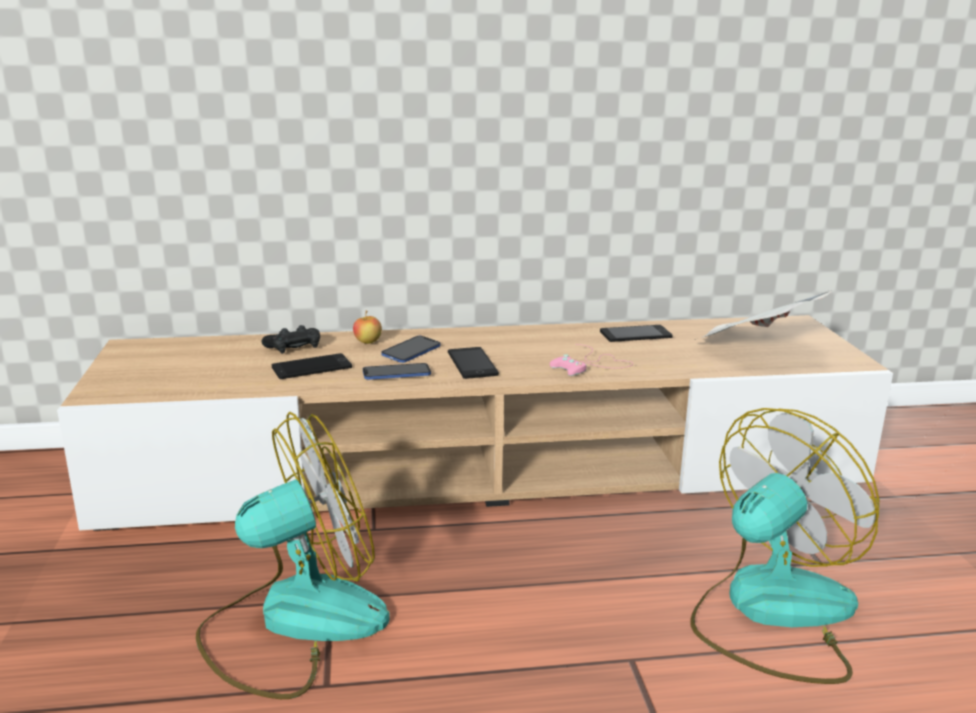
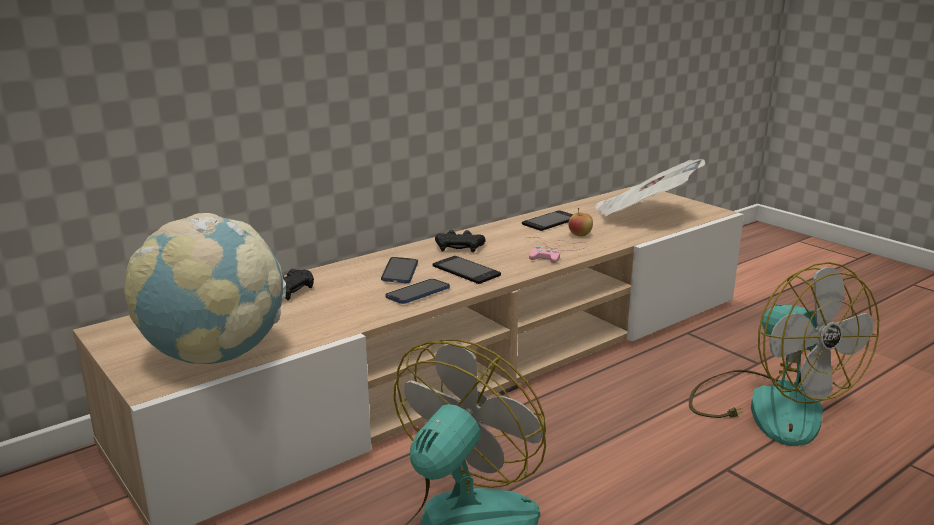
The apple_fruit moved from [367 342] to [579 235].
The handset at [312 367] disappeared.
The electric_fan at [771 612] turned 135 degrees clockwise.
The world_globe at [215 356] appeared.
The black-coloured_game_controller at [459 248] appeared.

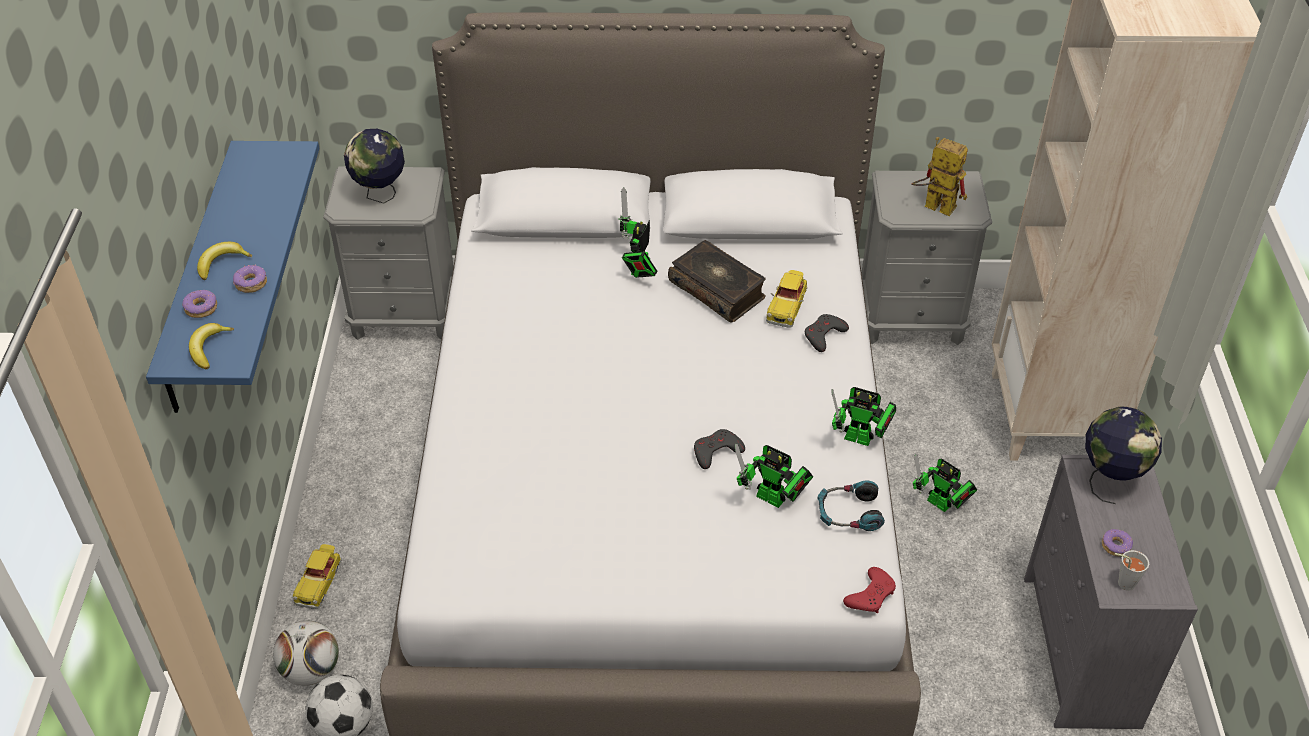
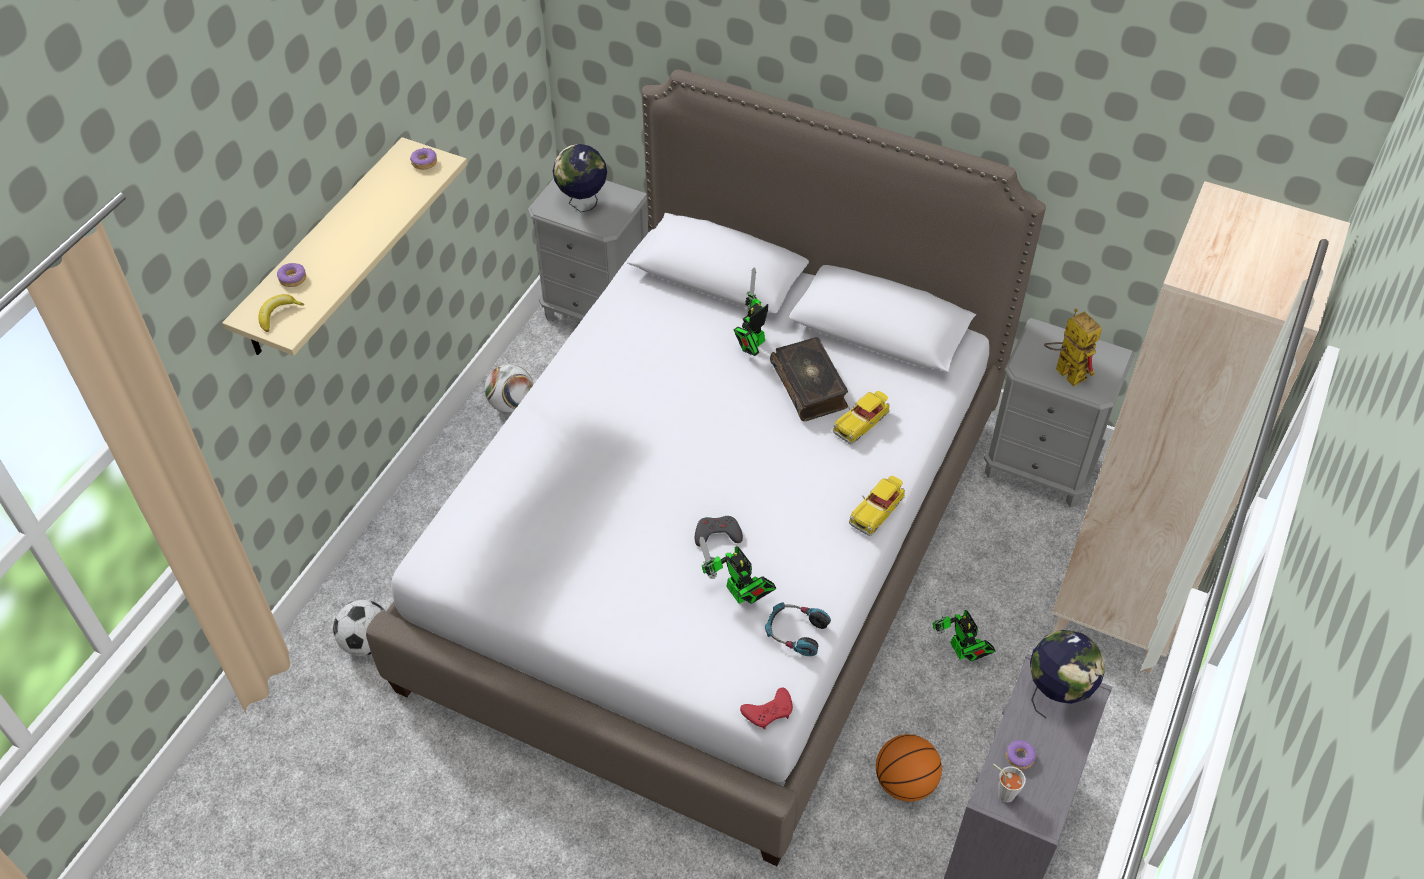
The blue-coloured_bracket_shelf at [200 278] became the beige-coloured_bracket_shelf at [324 249].
The banana at [221 263] disappeared.
The donut moved from [251 283] to [424 162].
The grey_game_controller at [824 335] disappeared.
The model_robot at [862 439] disappeared.
The model_car moved from [319 582] to [877 510].
The ball_for_football moved from [311 670] to [511 404].
The basketball_ball at [905 782] appeared.

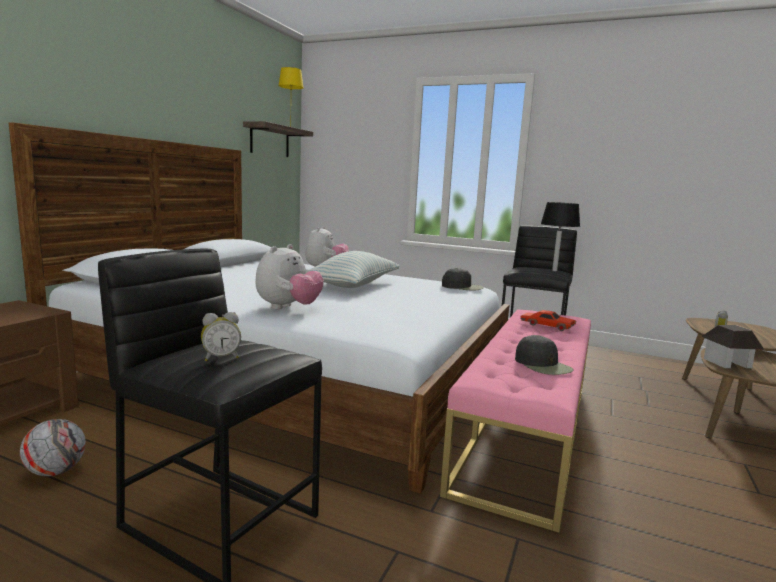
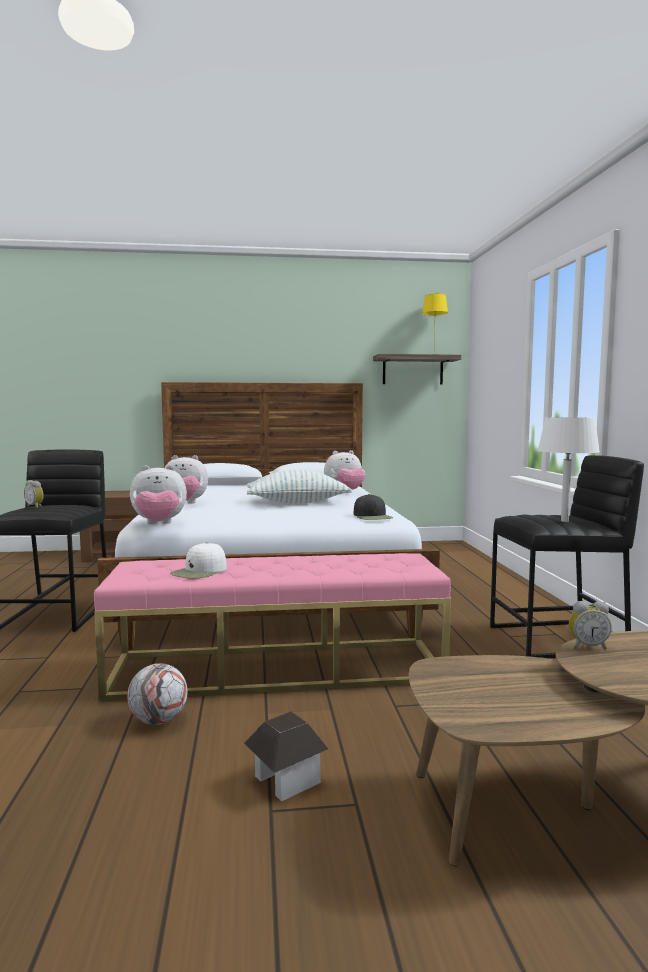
The black-coloured_table_lamp at [554 271] became the white-coloured_table_lamp at [564 521].
The red_model_car at [547 326] disappeared.
The model_house moved from [727 363] to [286 780].
The black-coloured_cap at [543 365] became the white-coloured_cap at [200 571].
The ball_for_football moved from [56 471] to [158 721].
The soft_toy at [159 524] appeared.

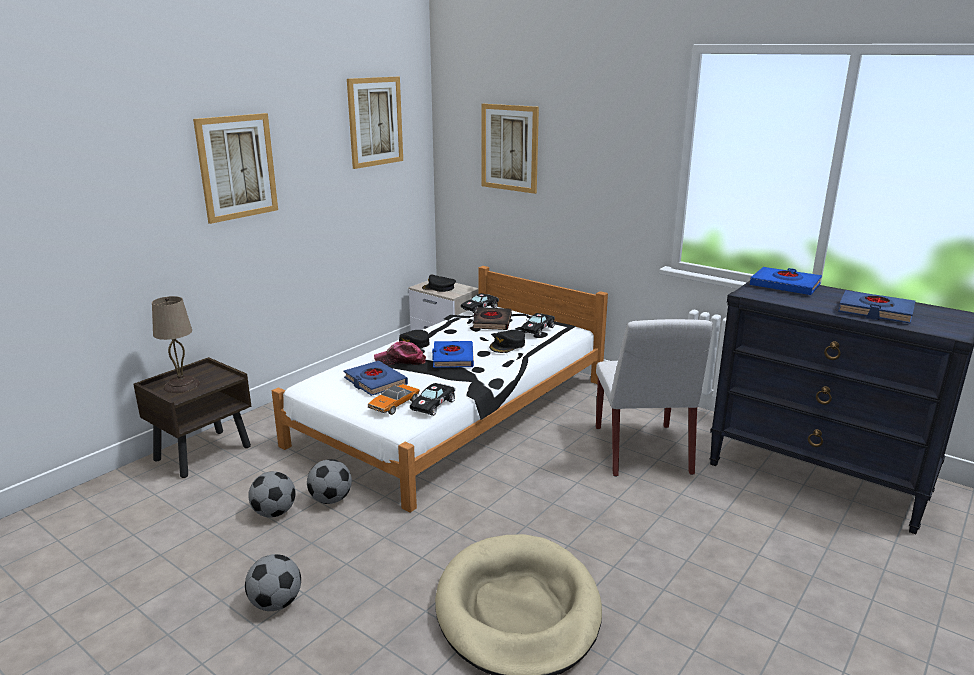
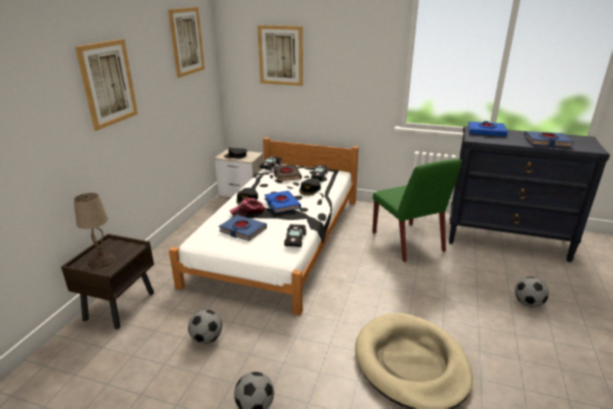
The white-coloured_chair at [642 451] became the green_chair at [408 242].
The model_car at [394 405] disappeared.
The ball_for_football moved from [331 500] to [528 303].

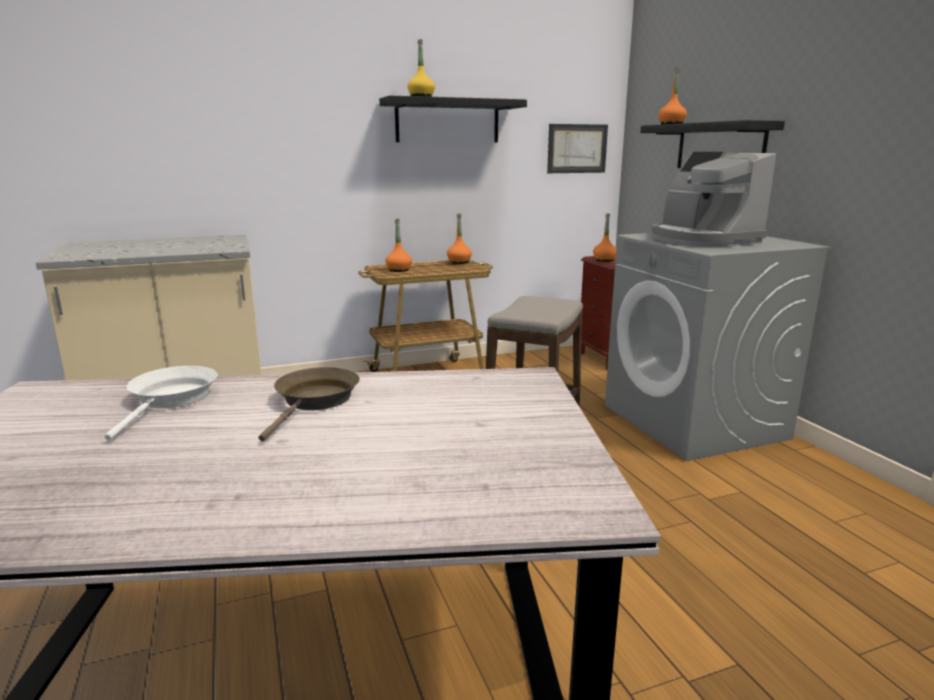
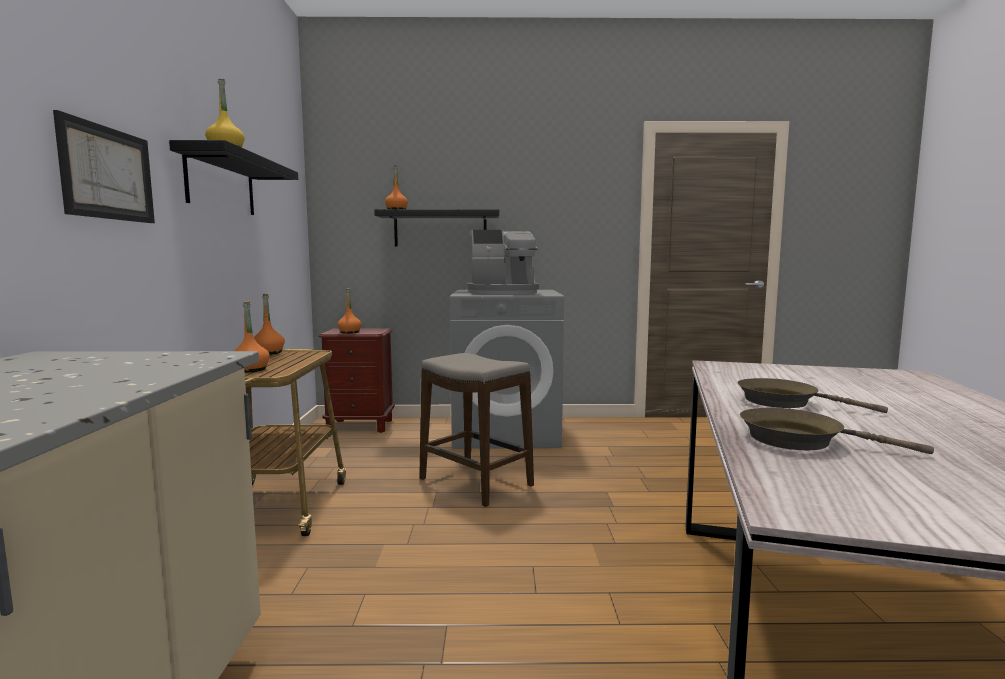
The wall_art moved from [577 148] to [107 173].
The white-coloured_pan at [171 399] became the brownish_pan at [799 440].

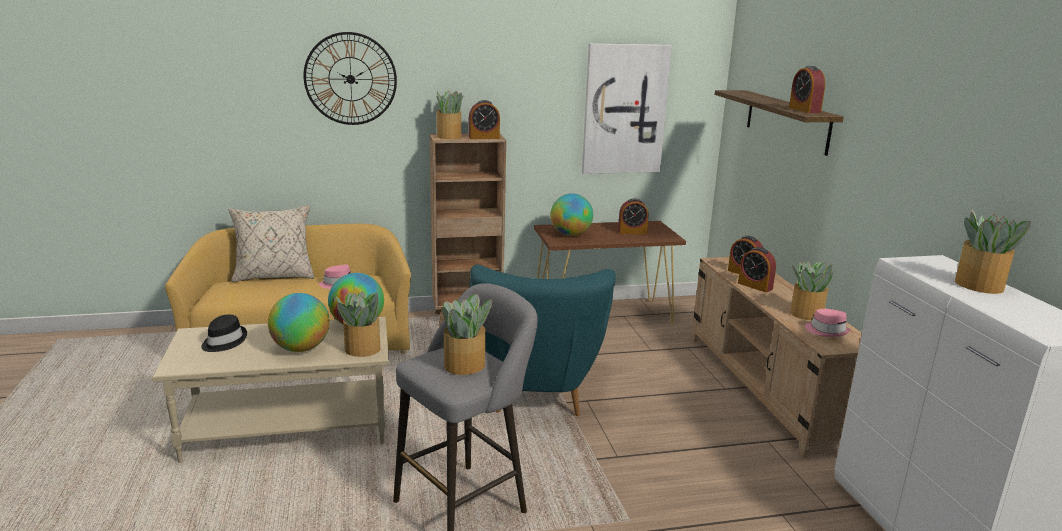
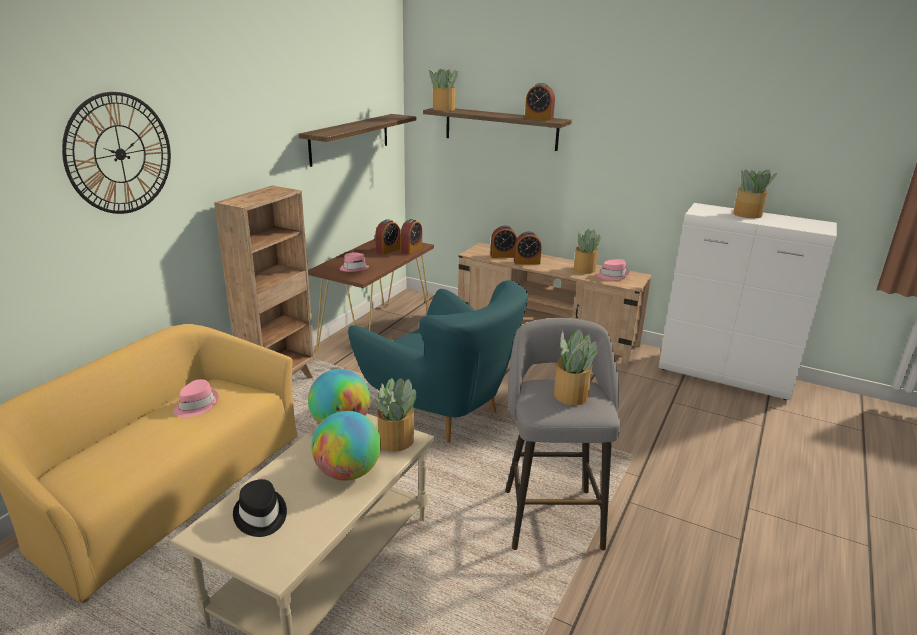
The wall_art at [624 109] was replaced by the bracket_shelf at [350 139].
The potted_plant moved from [449 136] to [443 109].
The table_clock moved from [484 137] to [411 250].
The world_globe at [570 235] was replaced by the pink-coloured_clothing_hat at [354 268].
The beige-coloured_throw_pillow at [274 276] disappeared.

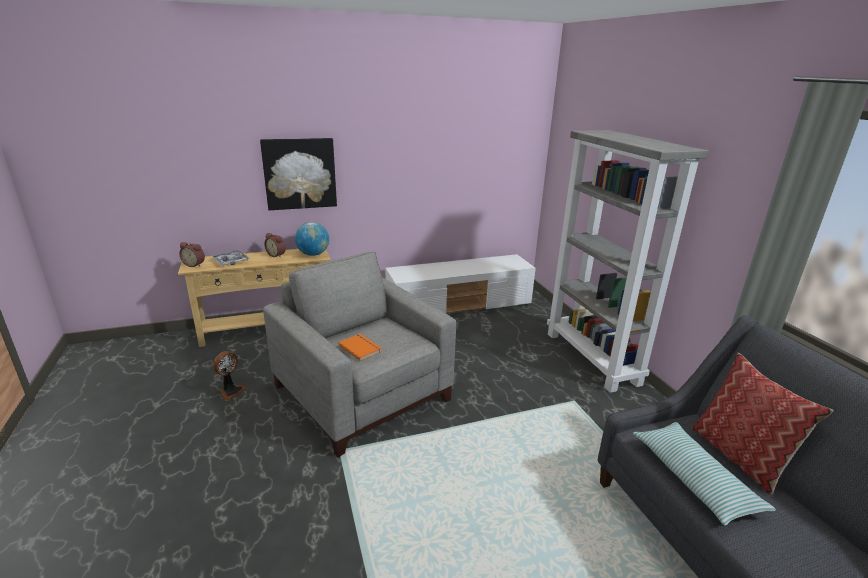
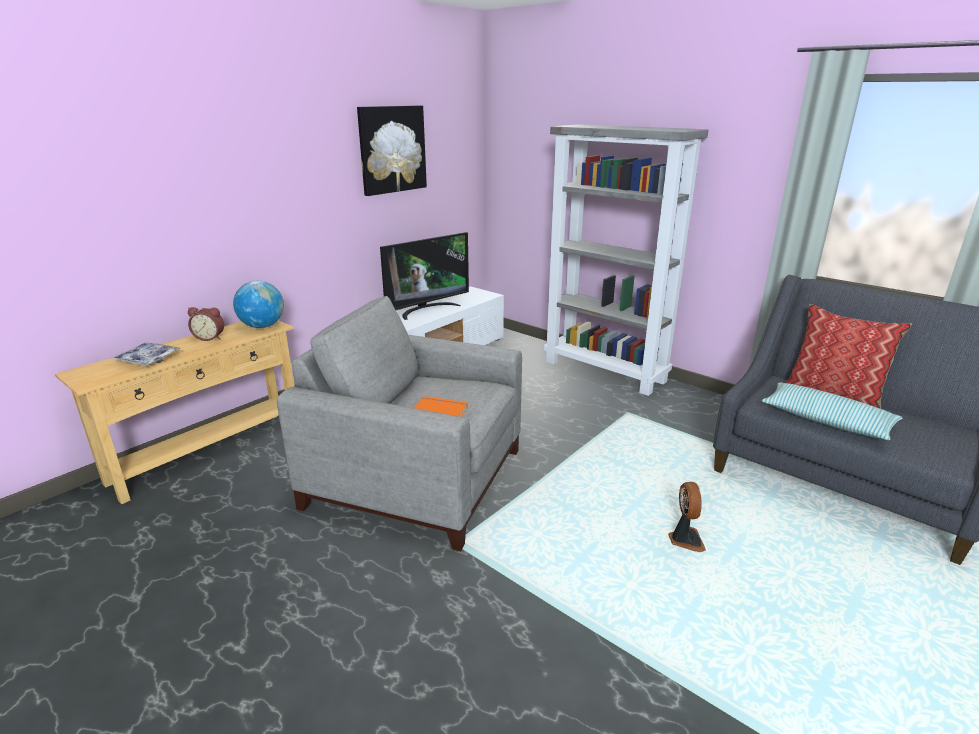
The wall_art moved from [300 173] to [392 149].
The table_clock at [195 264] disappeared.
The electric_fan moved from [231 391] to [685 540].
The television at [426 309] appeared.

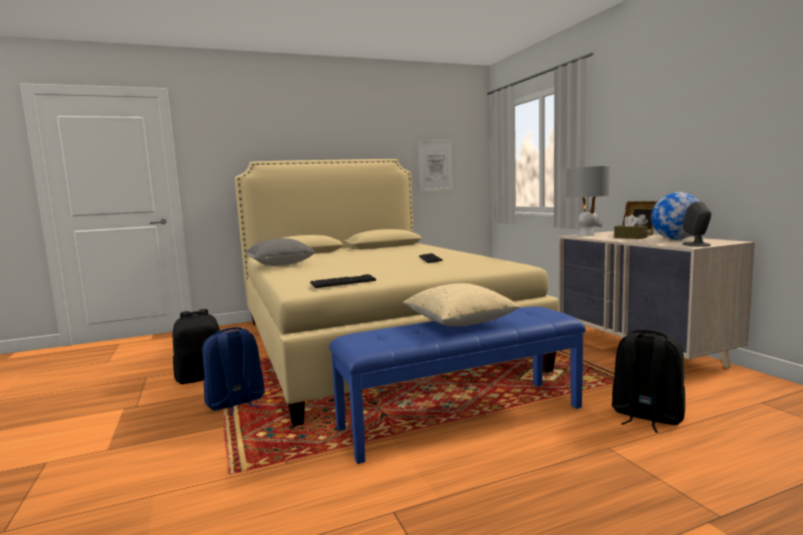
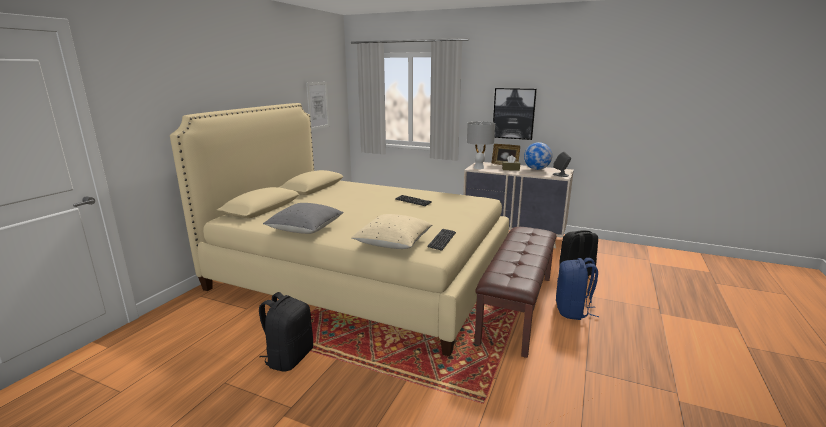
The beige-coloured_throw_pillow moved from [459 322] to [393 243].
The blue-coloured_indoor_bench at [461 417] became the brownish_indoor_bench at [516 307].
The blue-coloured_knapsack moved from [235 403] to [572 311].
The wall_art at [514 113] appeared.

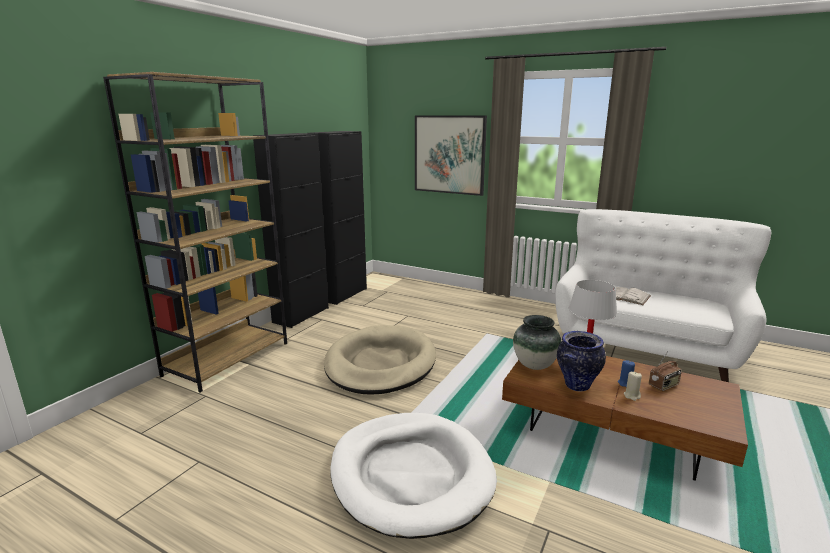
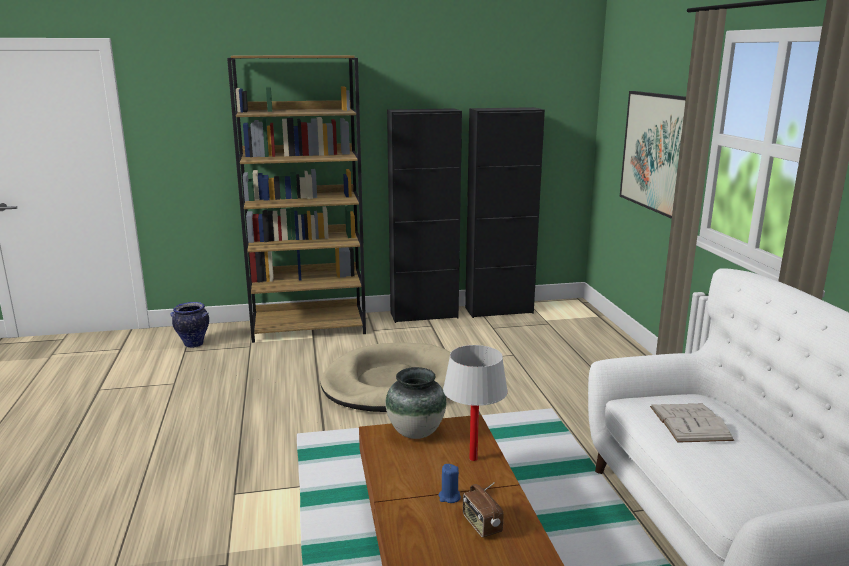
The flower_vase moved from [577 386] to [193 344].
The radio_set at [664 385] turned 45 degrees clockwise.
The beige-coloured_wax_light at [632 396] disappeared.
The white-coloured_pet_bed at [411 475] disappeared.

